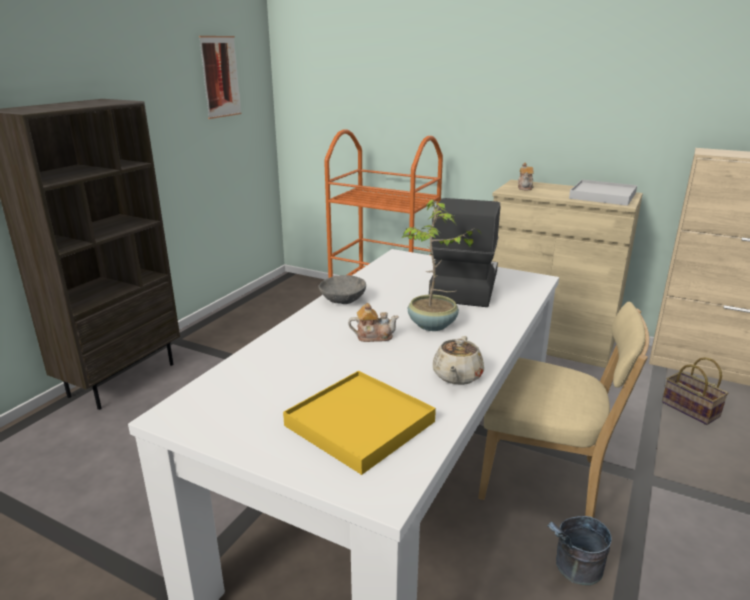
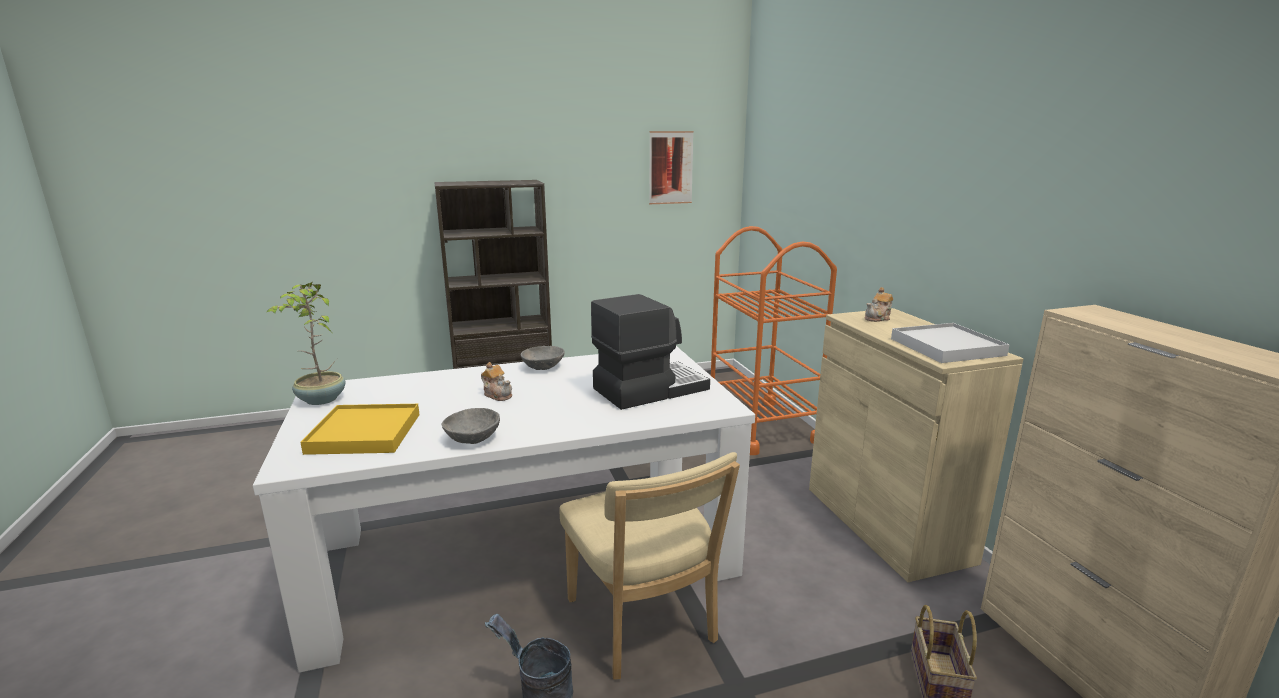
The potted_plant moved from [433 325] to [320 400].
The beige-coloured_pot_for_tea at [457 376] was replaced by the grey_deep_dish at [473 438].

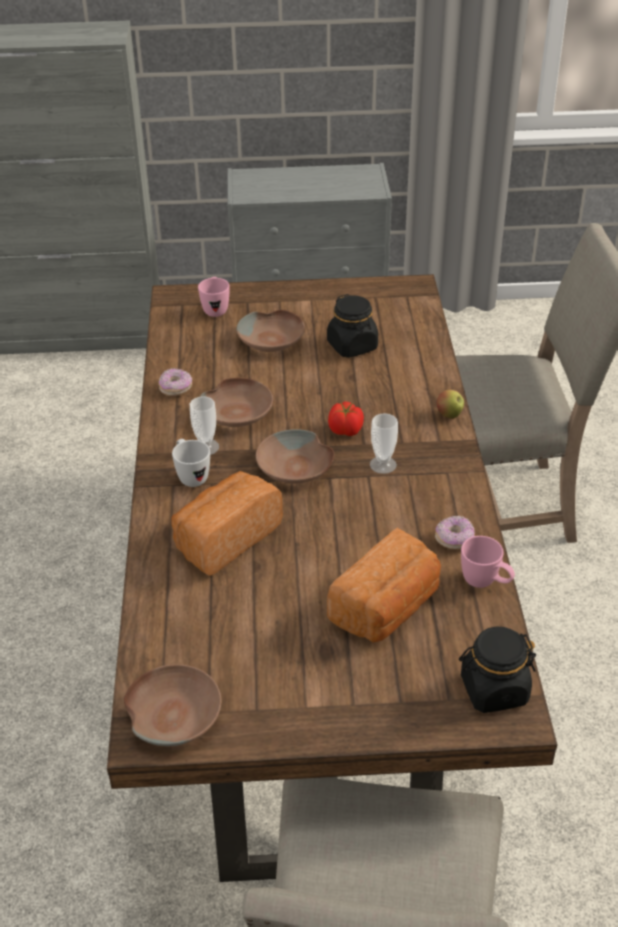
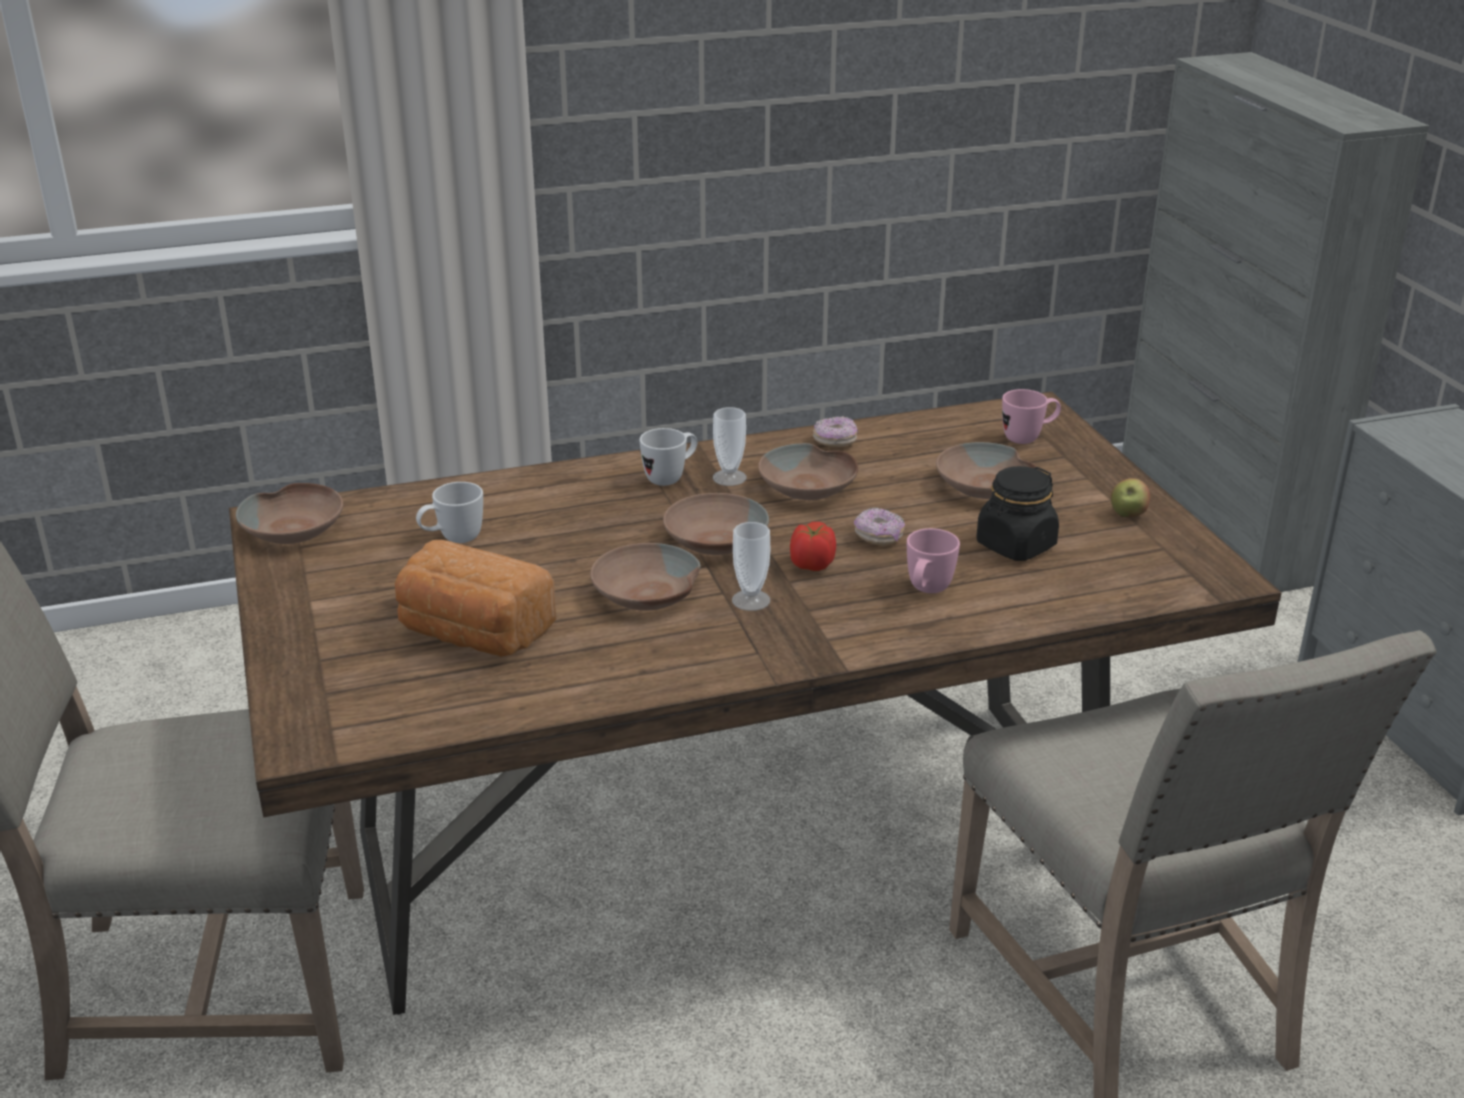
The apple_fruit moved from [449 415] to [1127 515].
The bakery_bread at [225 539] disappeared.
The donut moved from [454 540] to [878 537].
The pink-coloured_tea_mug moved from [485 583] to [926 592].
The black-coloured_jar at [493 690] disappeared.
The white-coloured_tea_mug at [452 540] appeared.
The brownish_deep_dish at [645 594] appeared.

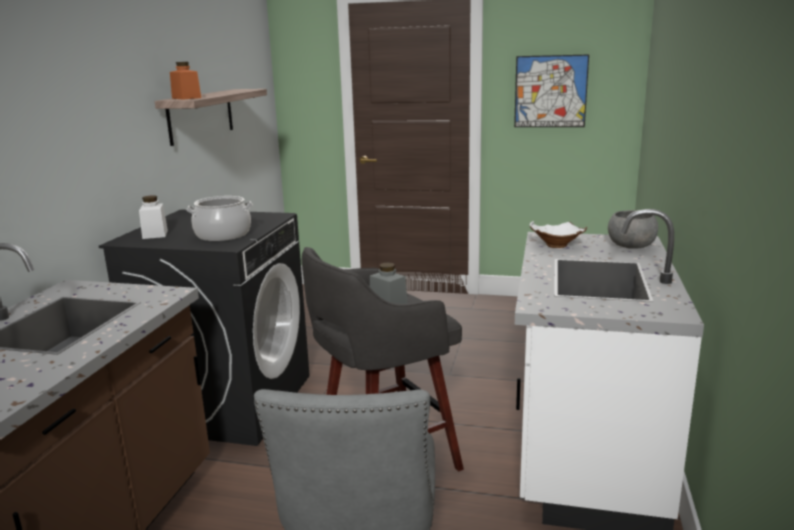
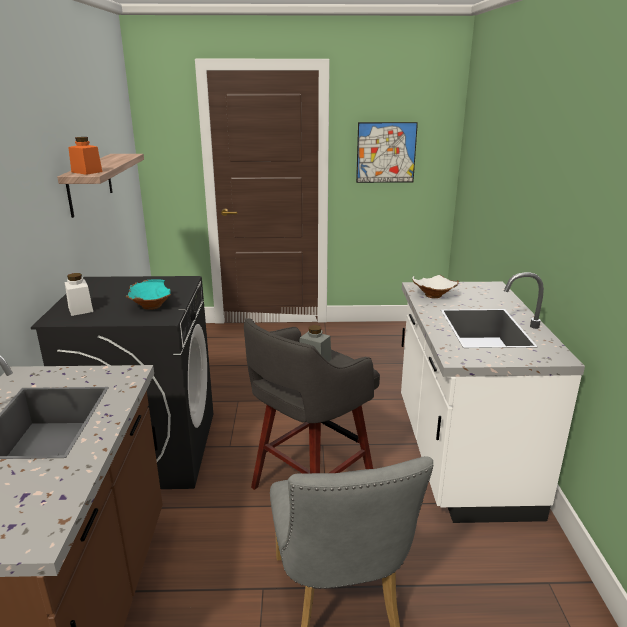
The saucepot at [223 235] was replaced by the turquoise_deep_dish at [150 306].
The grey_deep_dish at [631 246] disappeared.

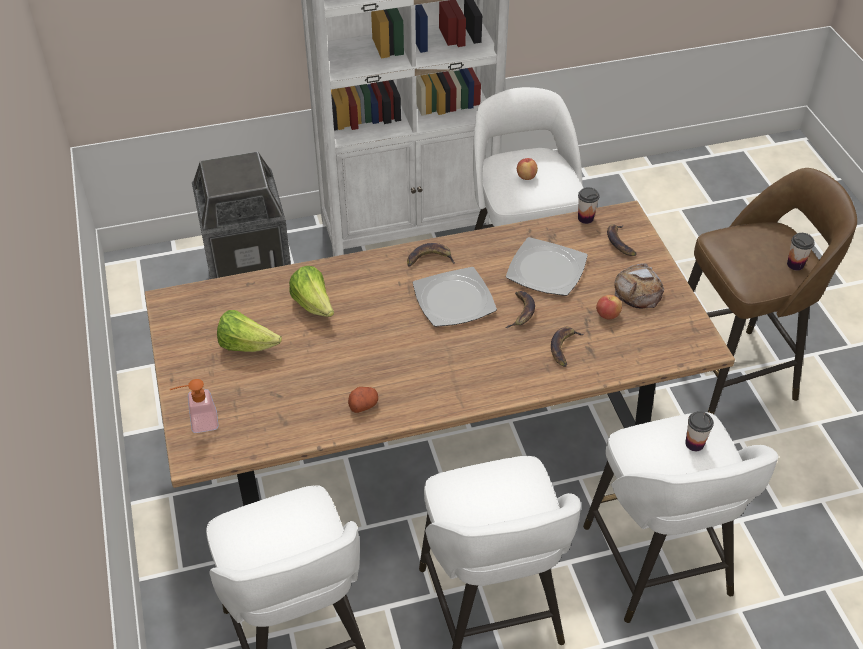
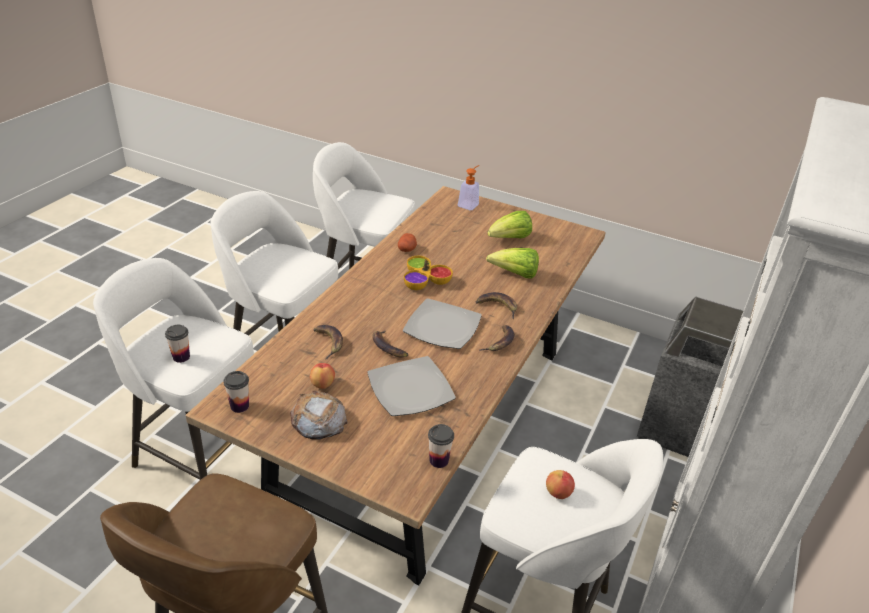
The banana moved from [619 242] to [498 306].
The drinking_cup moved from [795 264] to [239 406].
The deep_dish at [424 280] appeared.

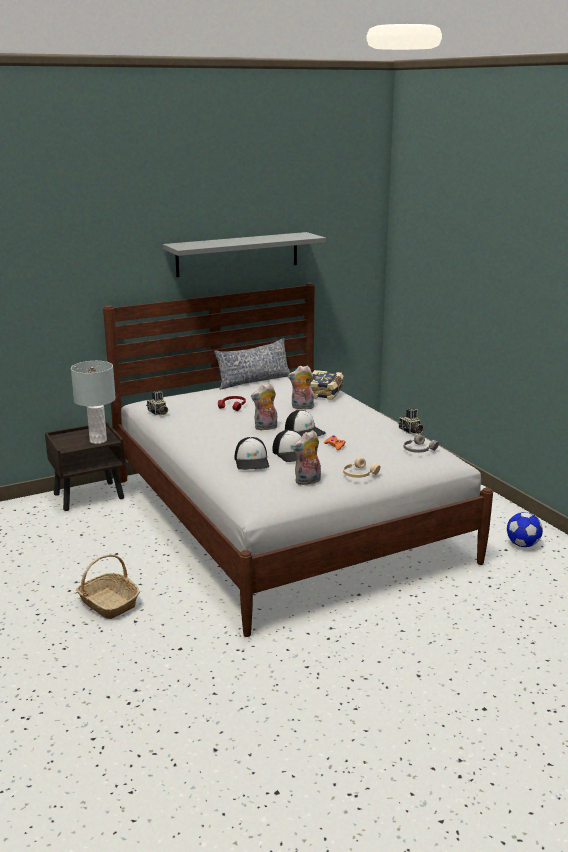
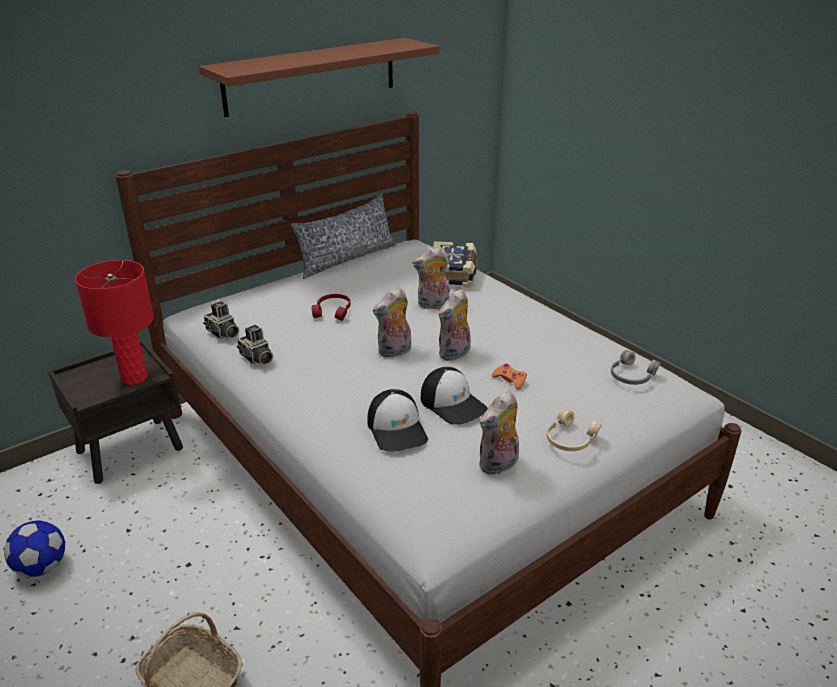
The grey_bracket_shelf at [237 254] became the brownish_bracket_shelf at [311 76].
The grey_table_lamp at [98 440] became the red_table_lamp at [134 378].
The photo_camera moved from [410 431] to [256 358].
The cap at [305 431] was replaced by the soft_toy at [455 354].
The ball_for_football moved from [522 544] to [42 567].

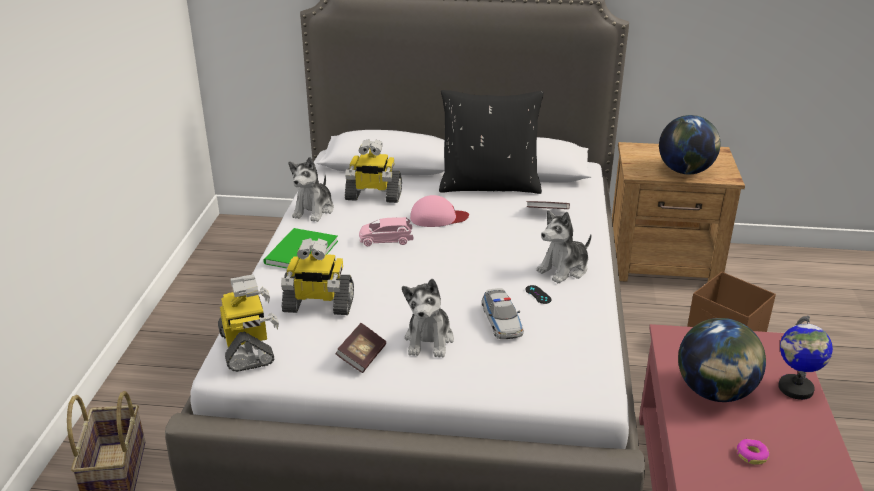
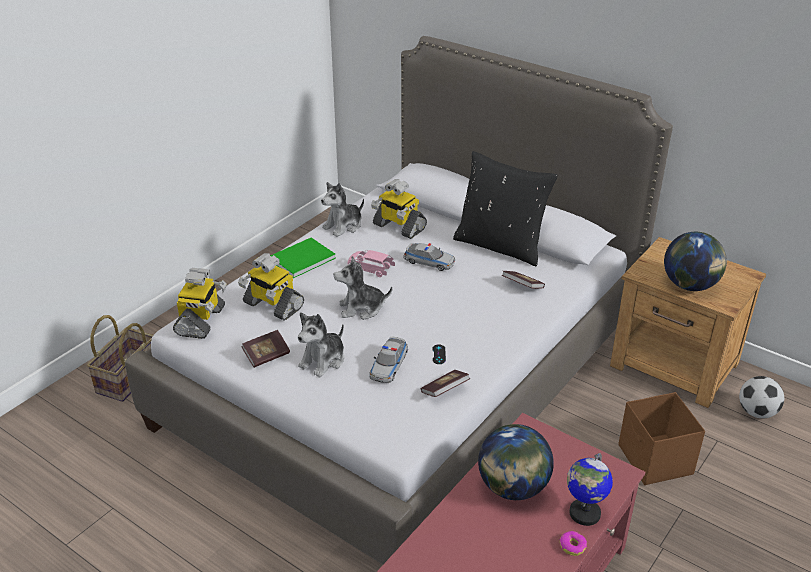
The pink-coloured_cap at [438 218] was replaced by the model_car at [429 262].
The soft_toy moved from [564 269] to [361 308].
The donut moved from [751 455] to [572 546].
The volume at [445 390] appeared.
The ball_for_football at [756 412] appeared.

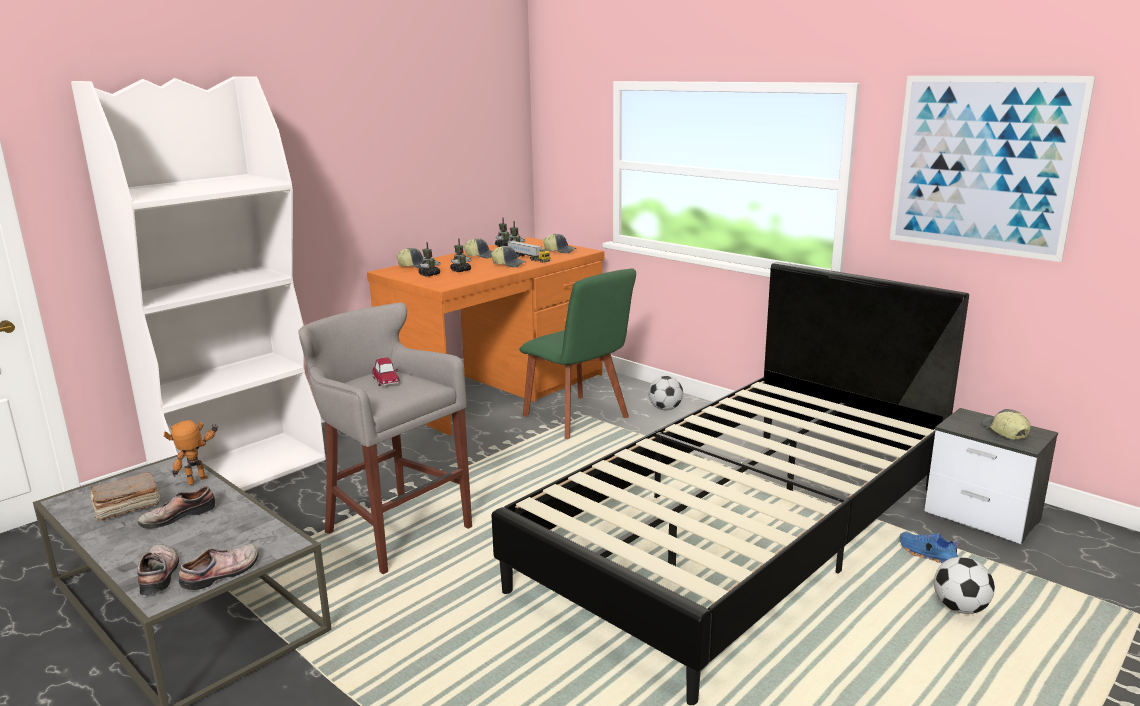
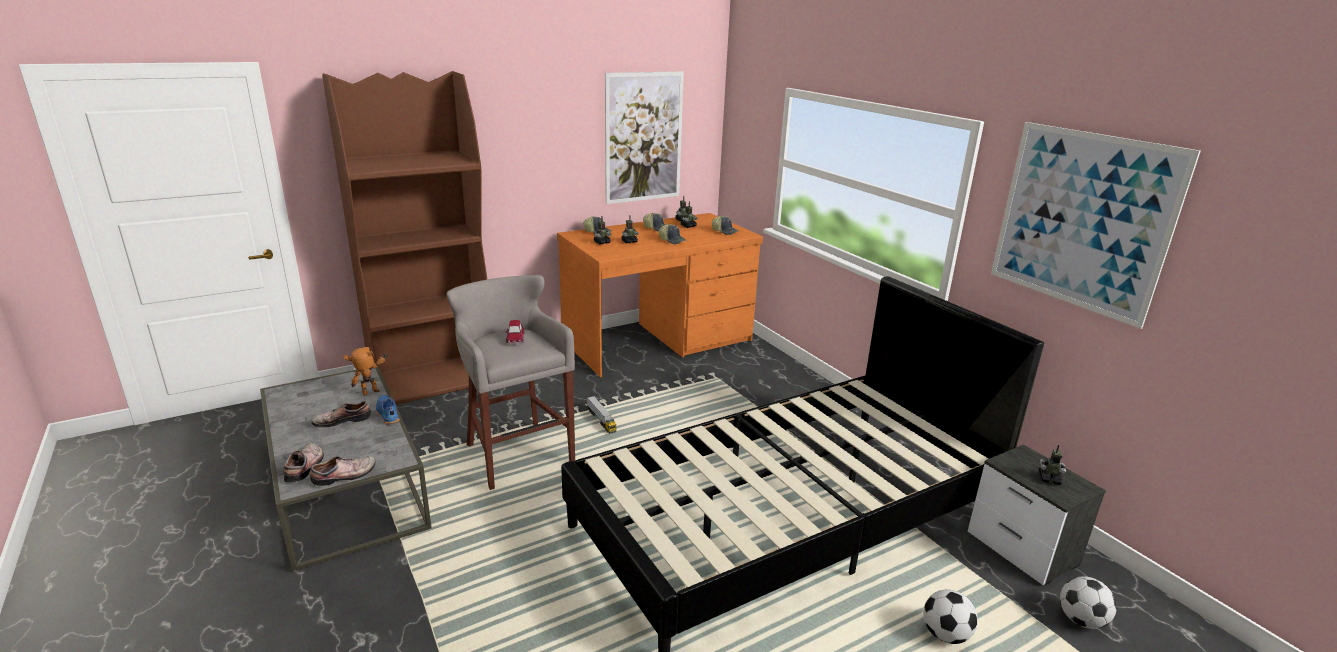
The white-coloured_bookcase at [241 471] became the brownish_bookcase at [434 380].
The toy_truck moved from [529 258] to [601 420].
The green_chair at [578 418] disappeared.
The ball_for_football moved from [665 409] to [1081 620].
The cap at [1003 432] was replaced by the model_robot at [1049 479].
The brownish_volume at [126 507] disappeared.
The blue-coloured_low_shoe moved from [927 554] to [387 414].
The wall_art at [643 138] appeared.

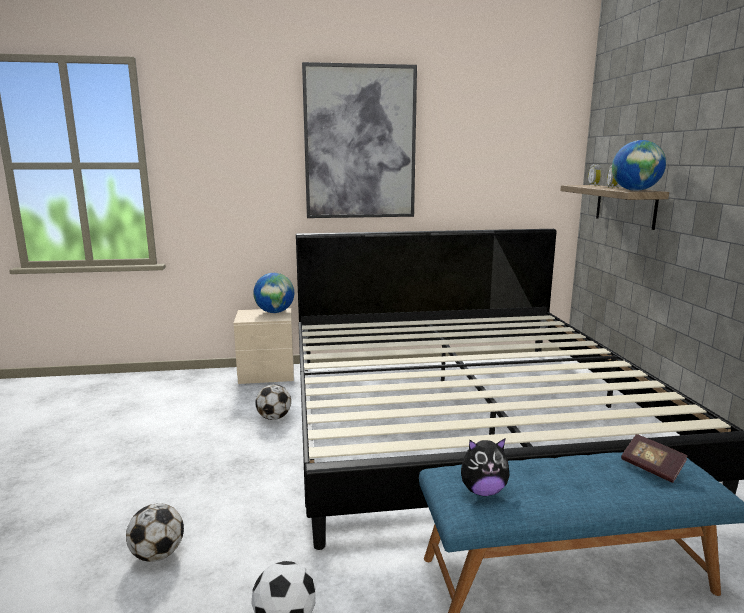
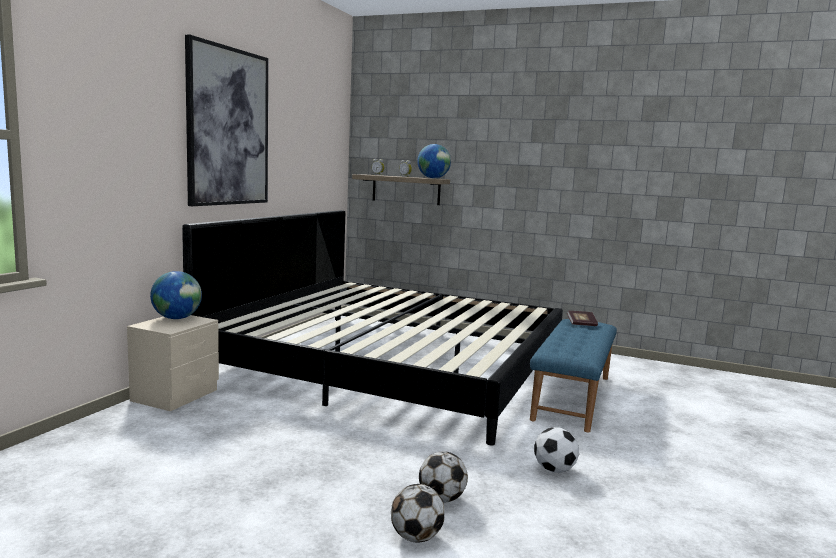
The ball_for_football moved from [274 418] to [416 537].
The soft_toy at [482 491] disappeared.

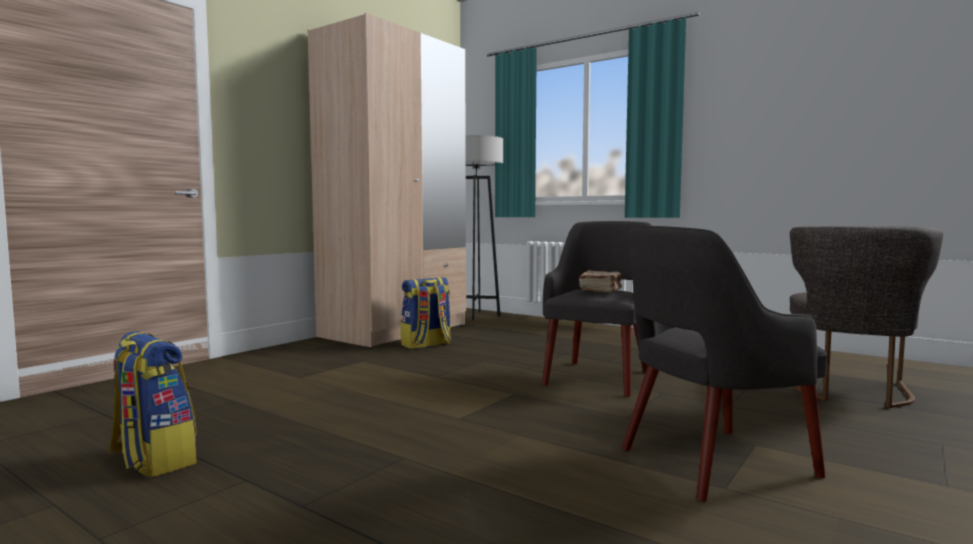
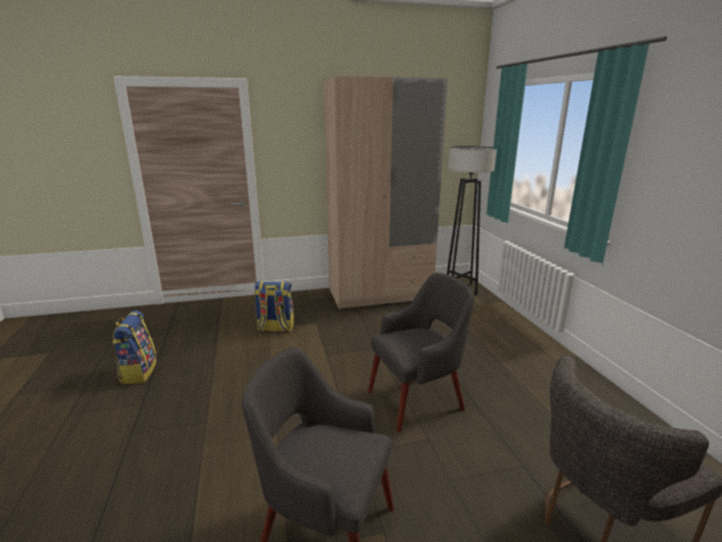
The brownish_volume at [601 291] disappeared.
The knapsack moved from [426 345] to [275 328].

